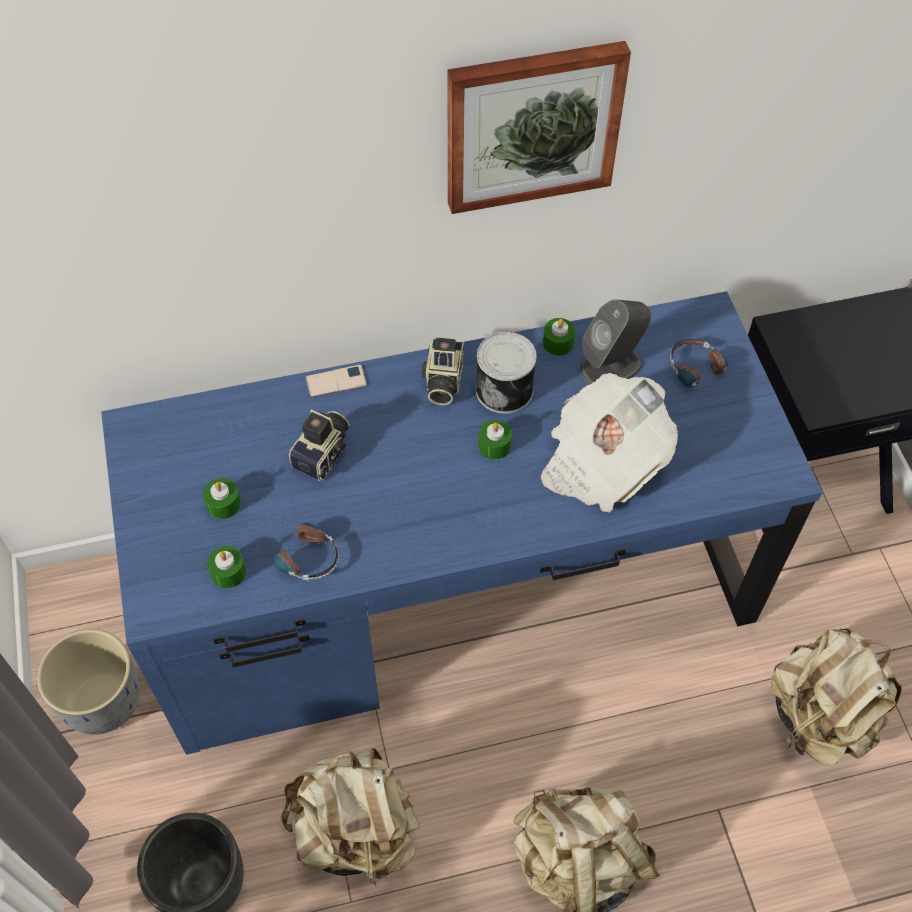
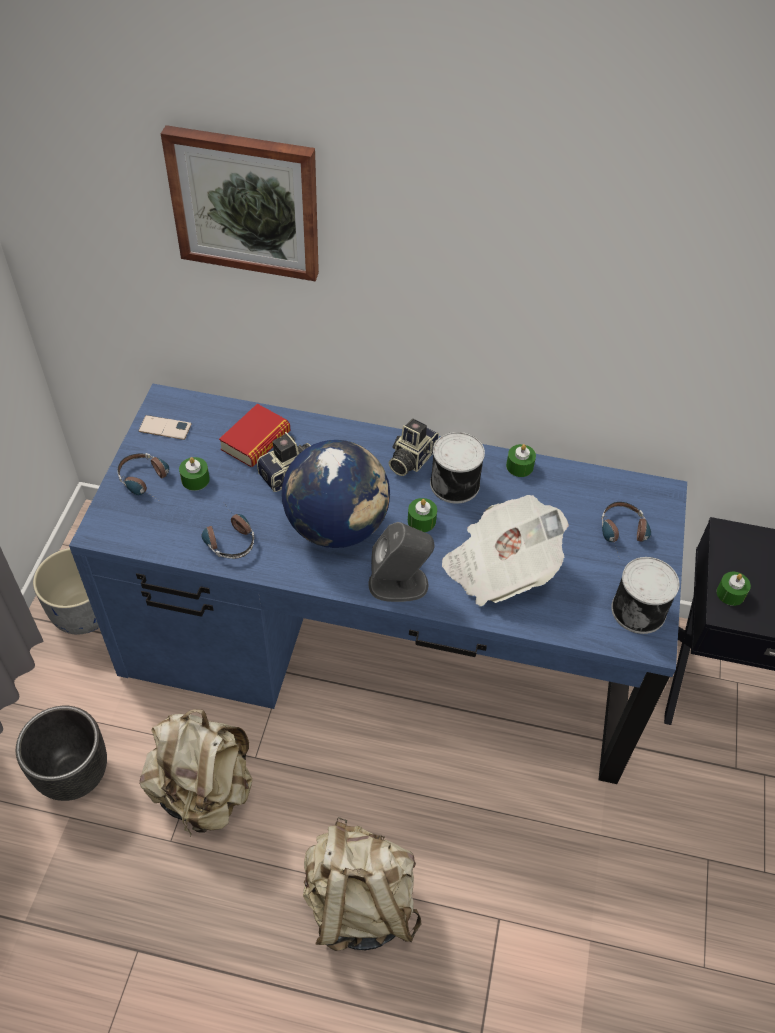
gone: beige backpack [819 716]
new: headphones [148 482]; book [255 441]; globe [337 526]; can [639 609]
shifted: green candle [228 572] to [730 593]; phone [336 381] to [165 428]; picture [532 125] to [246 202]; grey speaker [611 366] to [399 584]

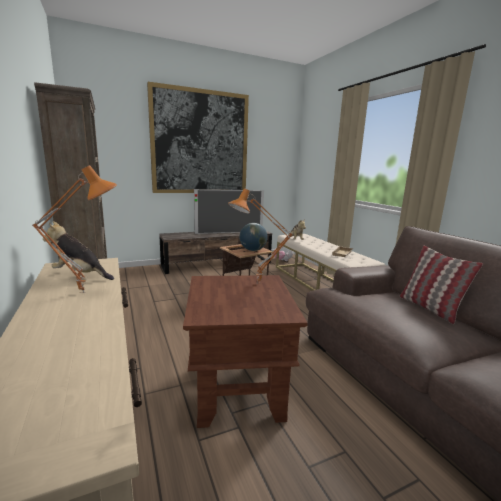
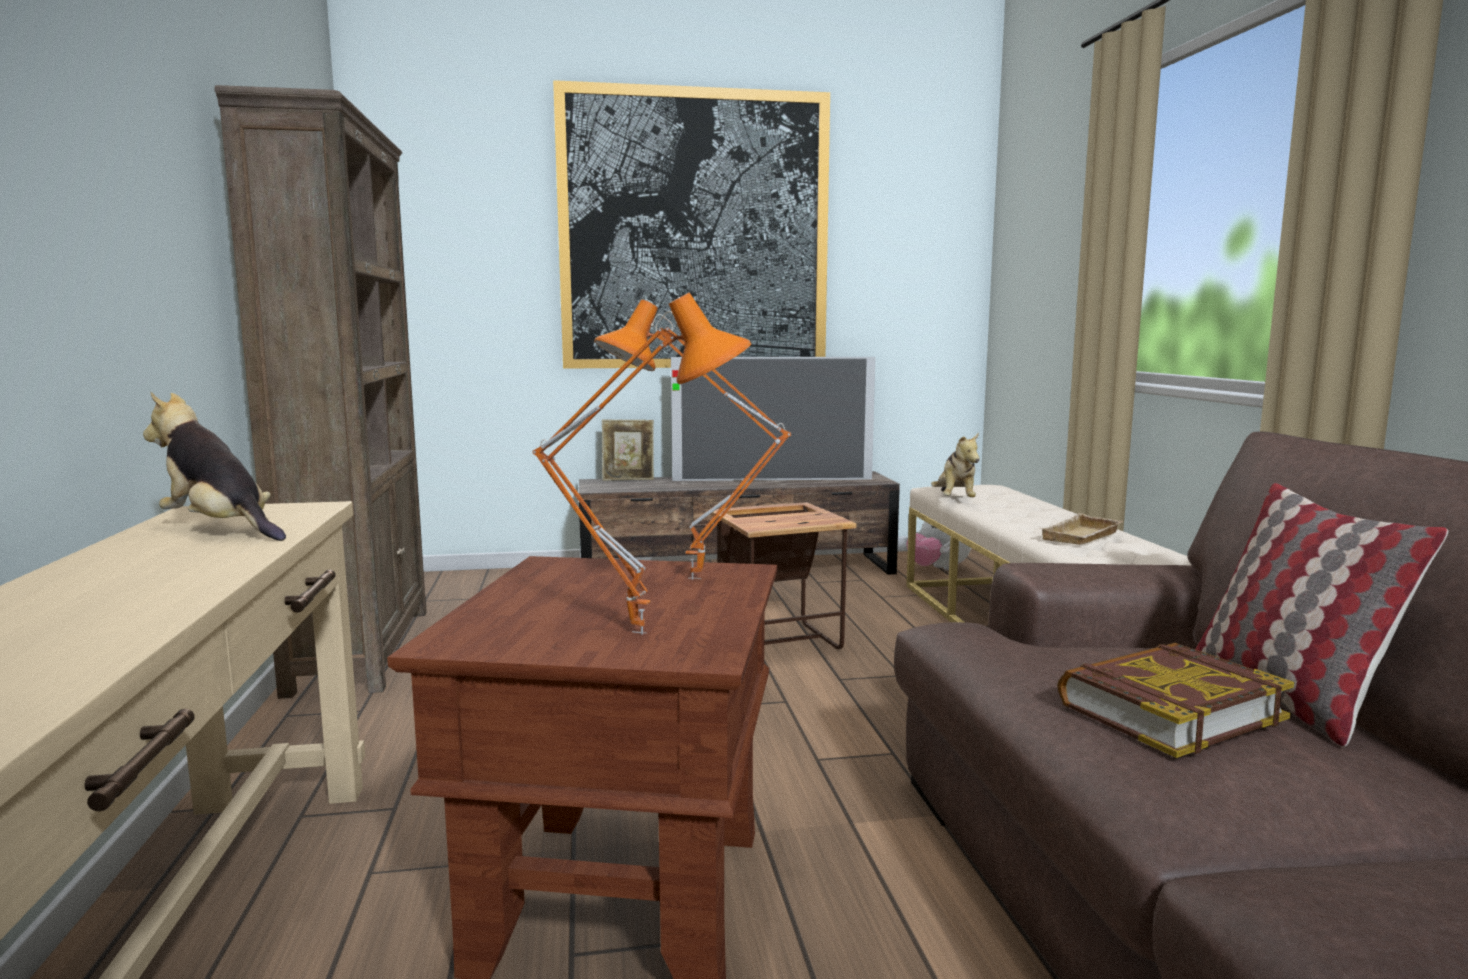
gone: globe [253 250]
new: picture frame [628 480]; book [1169 710]
shifted: orange table lamp [84 291] to [642 631]

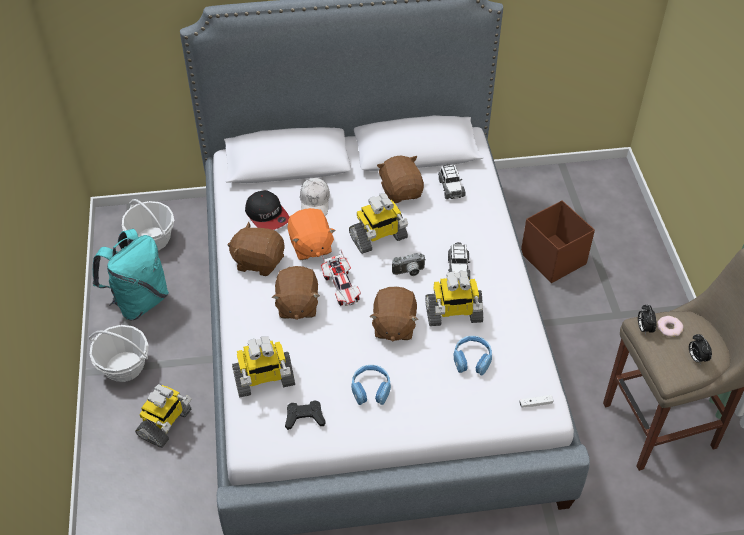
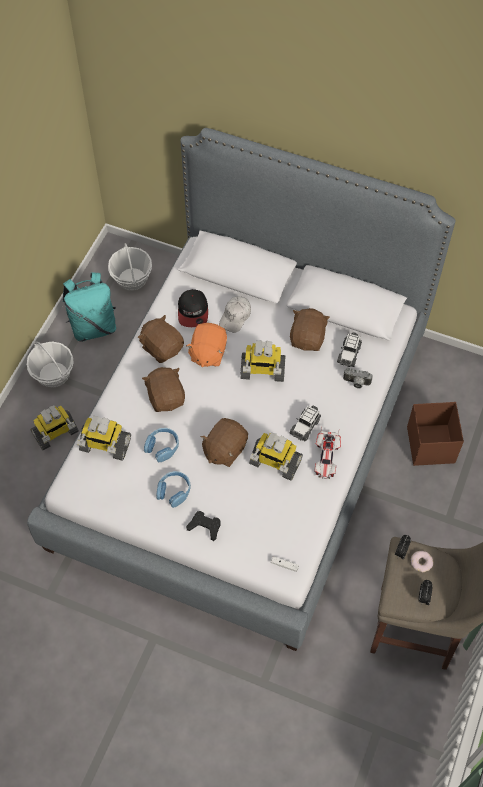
shifted: black game controller [304 417] to [205 526]; toy car [341 287] to [326 458]; photo camera [409 272] to [356 383]; blue headphones [472 359] to [162 447]
rotated: brown plush toy [297 305] = [166 397] 135 degrees clockwise

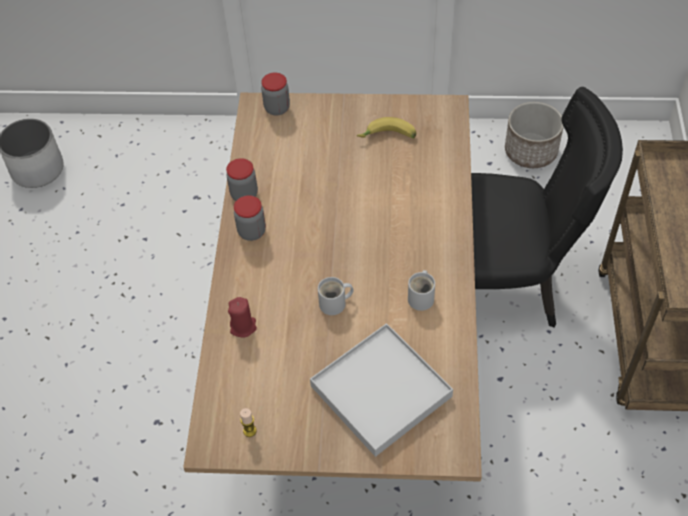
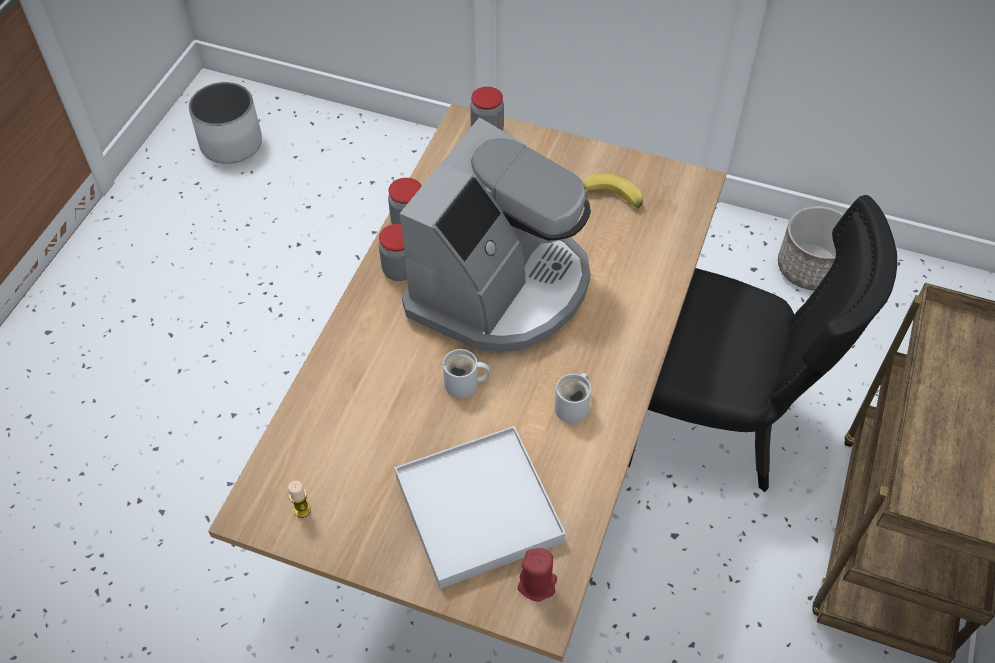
new: coffee machine [500 287]
shifted: red candle [243 327] to [537 584]

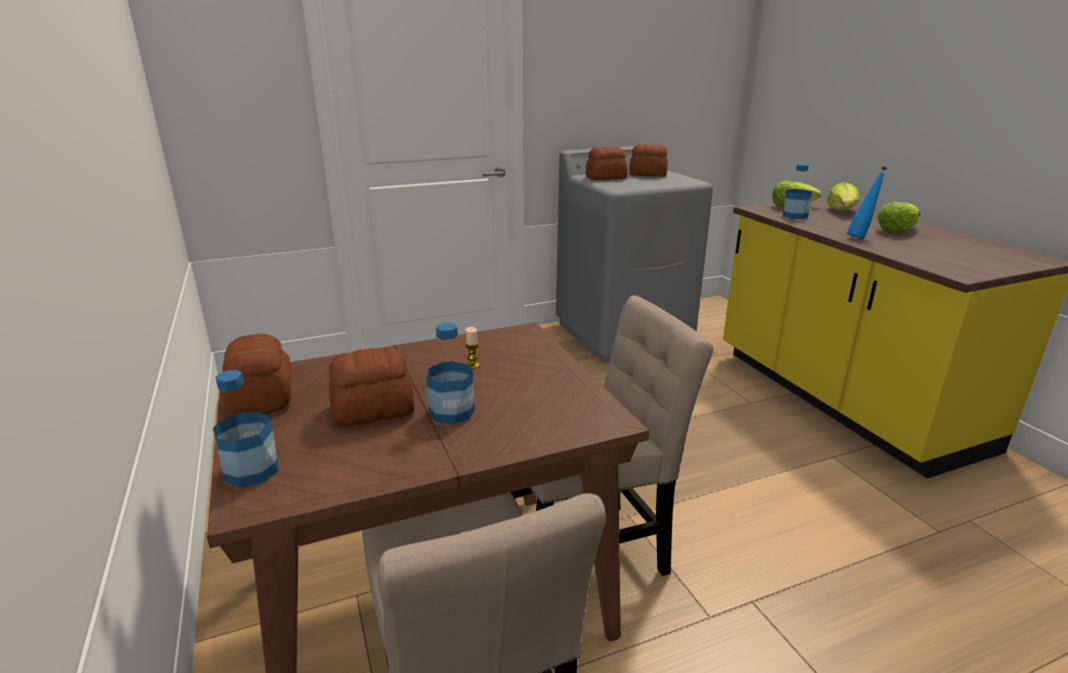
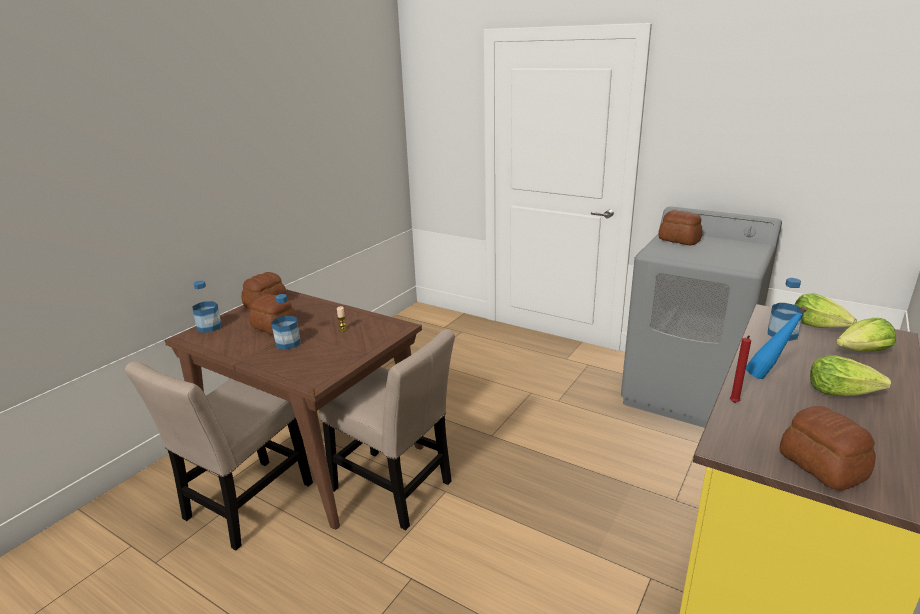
new: red candle [734 403]
shifted: bread [648 174] to [821 466]

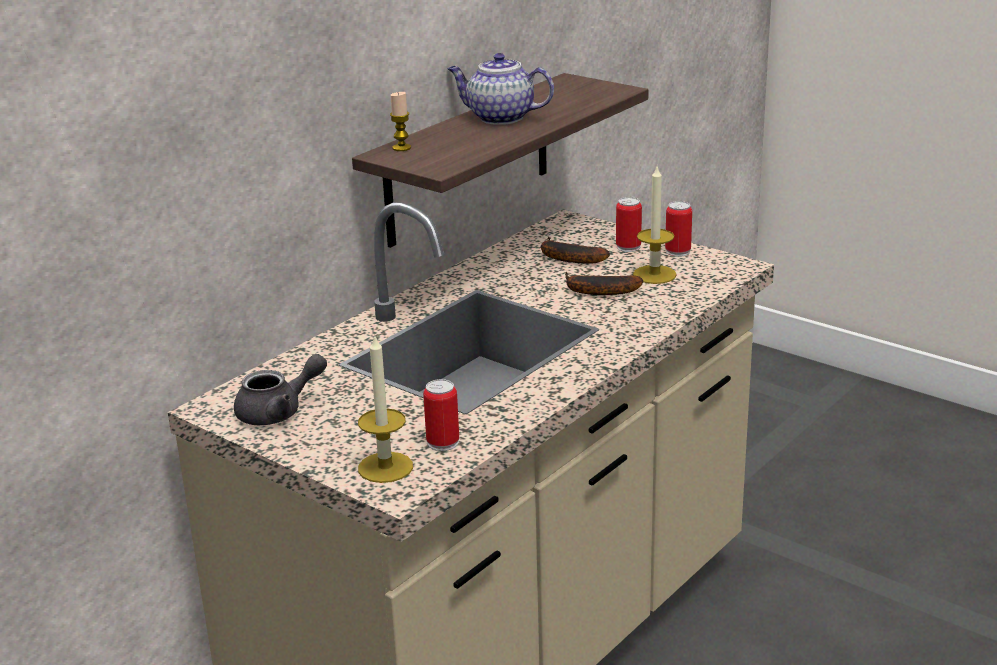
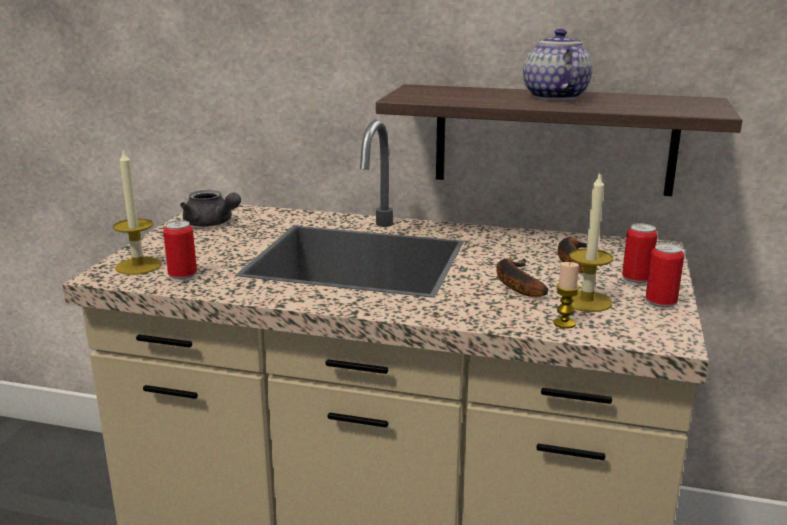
shifted: candle [401 148] to [564 323]

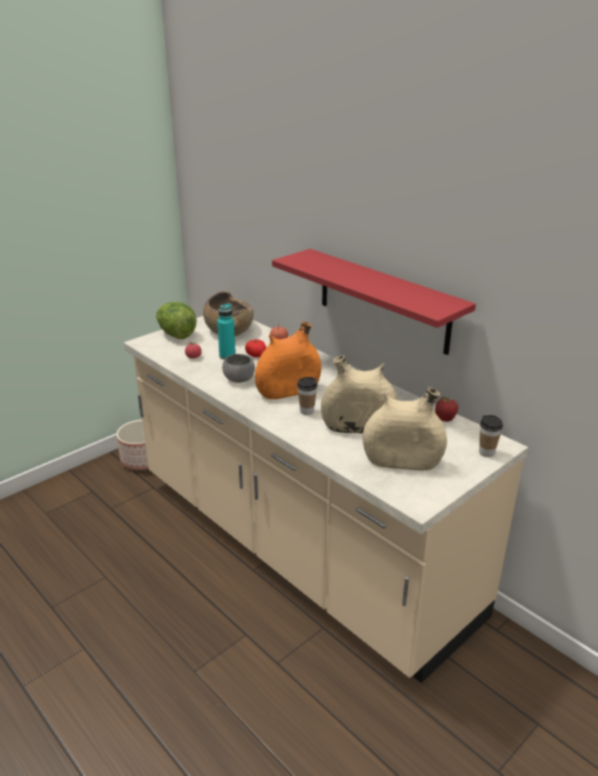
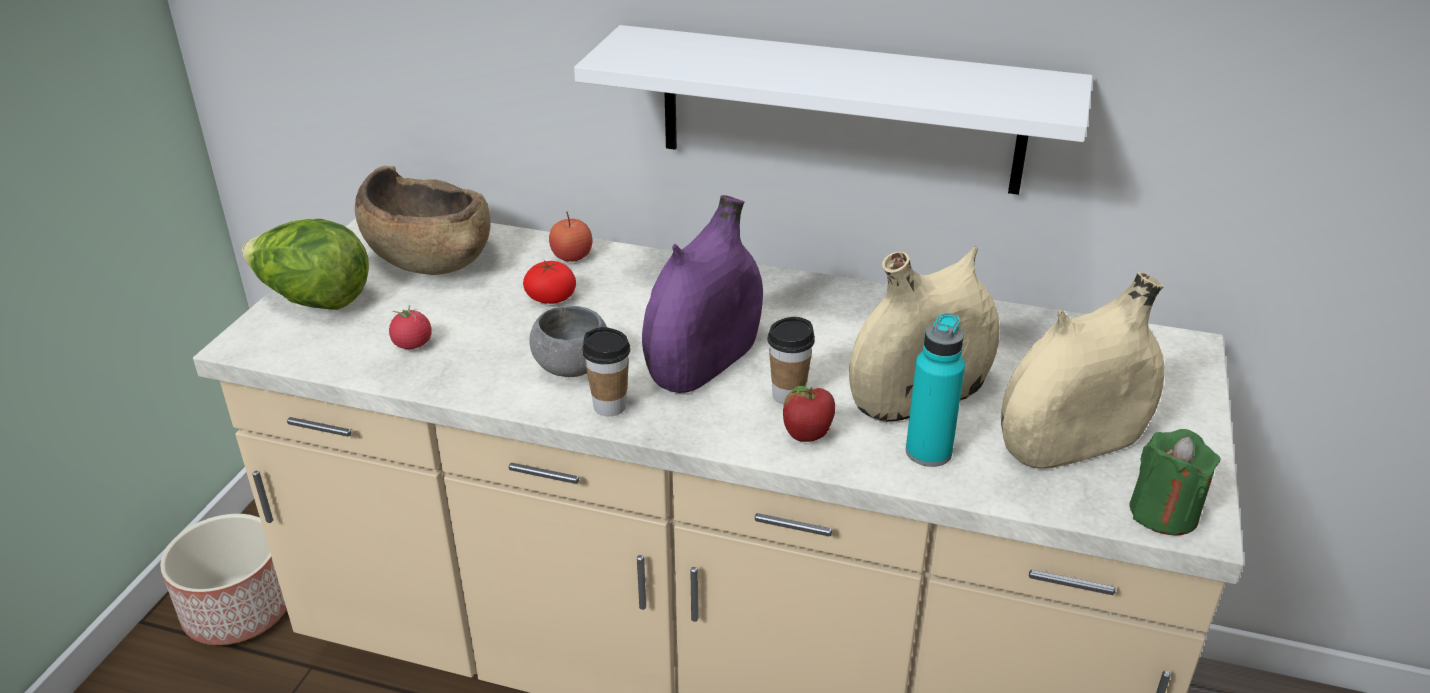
new: green candle [1163 513]
shifted: turquoise bottle [227 356] to [928 452]; apple [444 420] to [807 437]; cup [486 452] to [609 406]
repainted: orange vase [288 391] to purple vase [704 361]; red shelf [383 300] to white shelf [840 110]

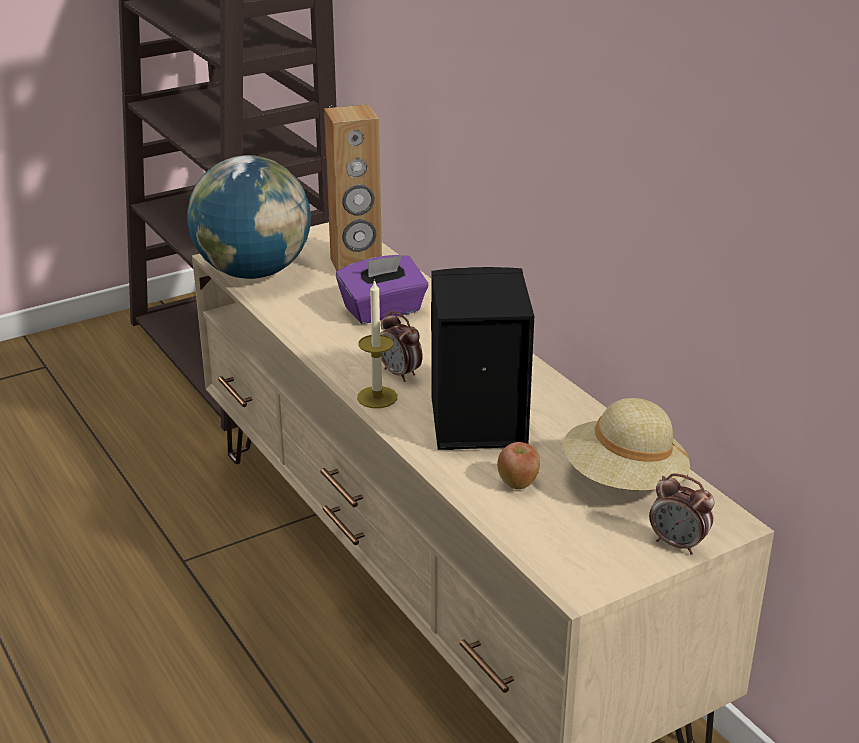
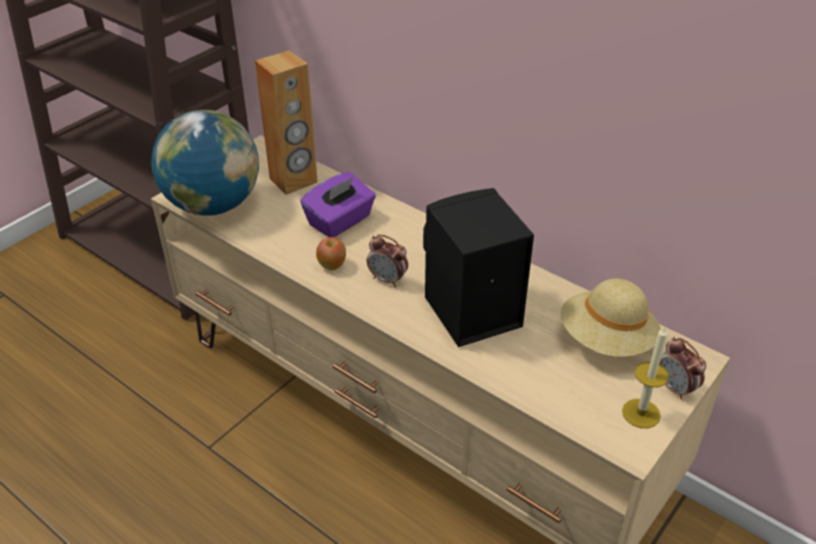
shifted: candle [377 397] to [641 413]; apple [518 483] to [332 265]
rotated: alarm clock [678 544] = [675 388] 45 degrees clockwise

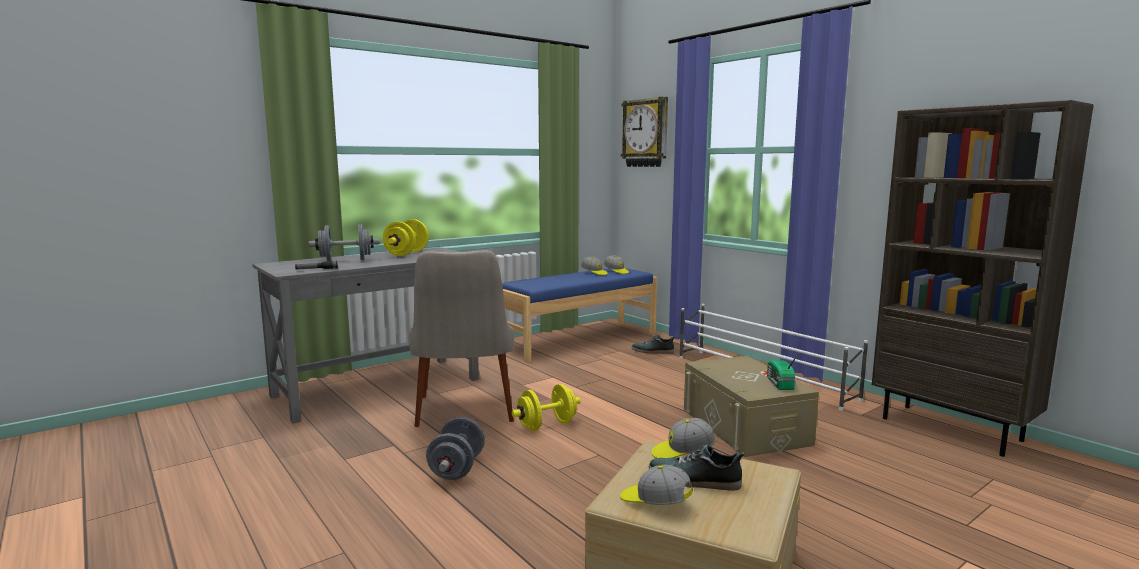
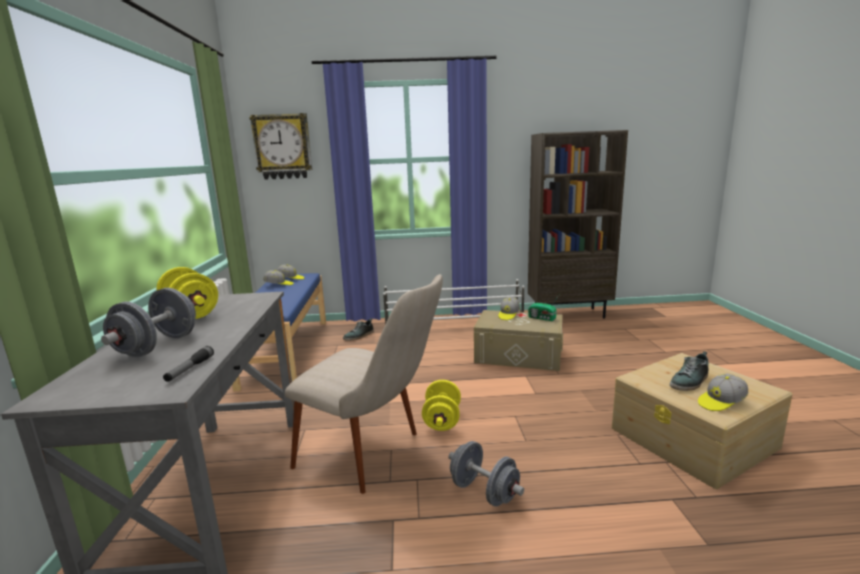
shifted: cap [682 453] to [508 315]

